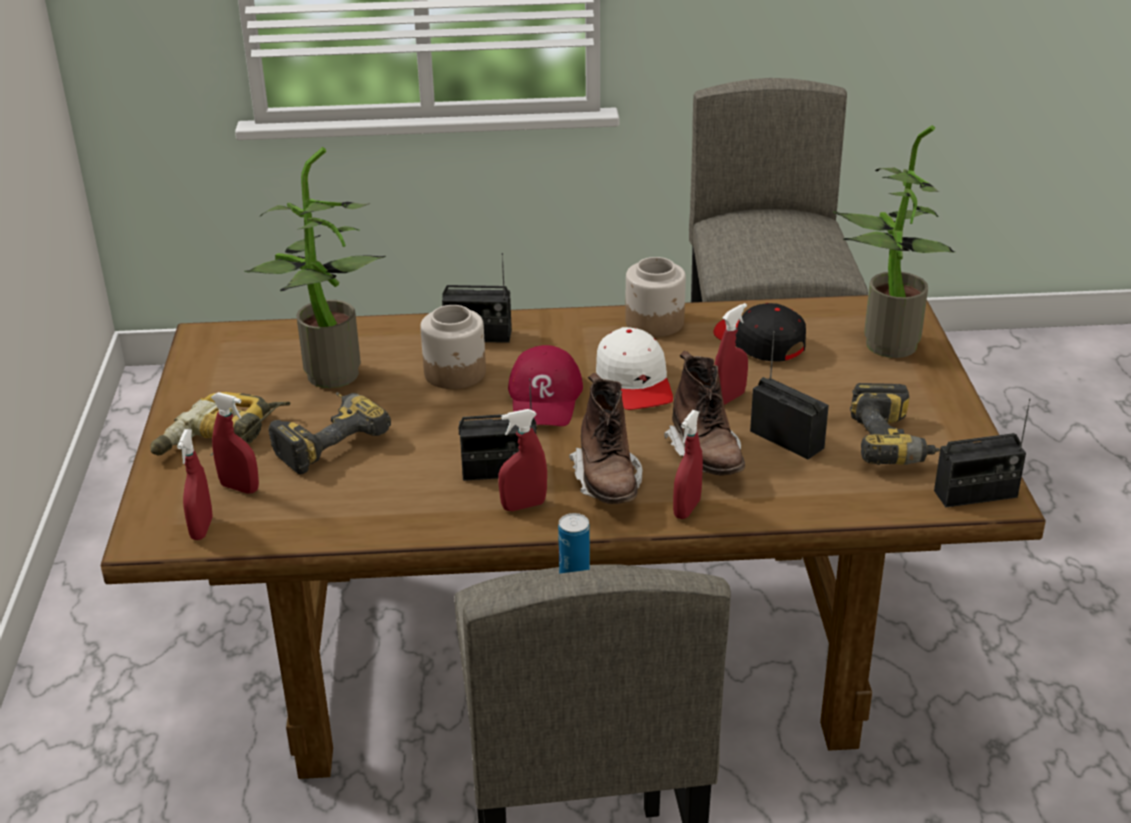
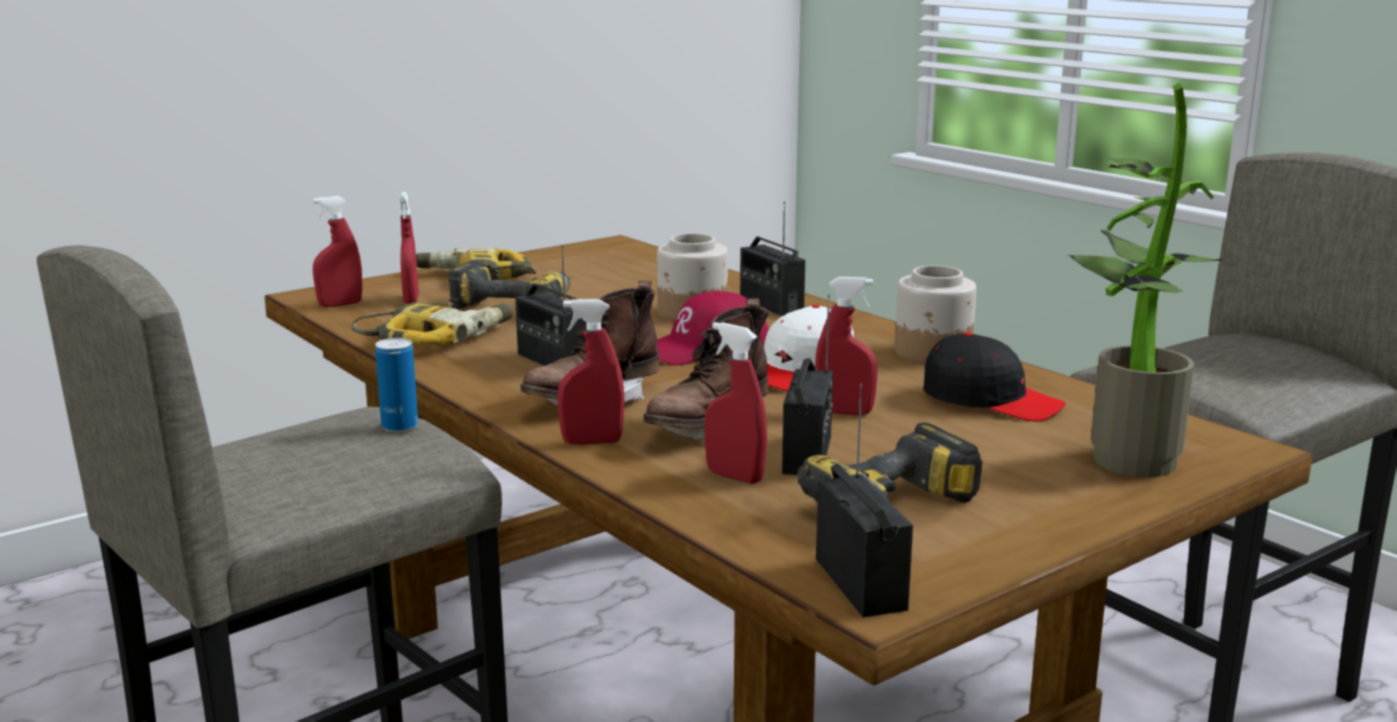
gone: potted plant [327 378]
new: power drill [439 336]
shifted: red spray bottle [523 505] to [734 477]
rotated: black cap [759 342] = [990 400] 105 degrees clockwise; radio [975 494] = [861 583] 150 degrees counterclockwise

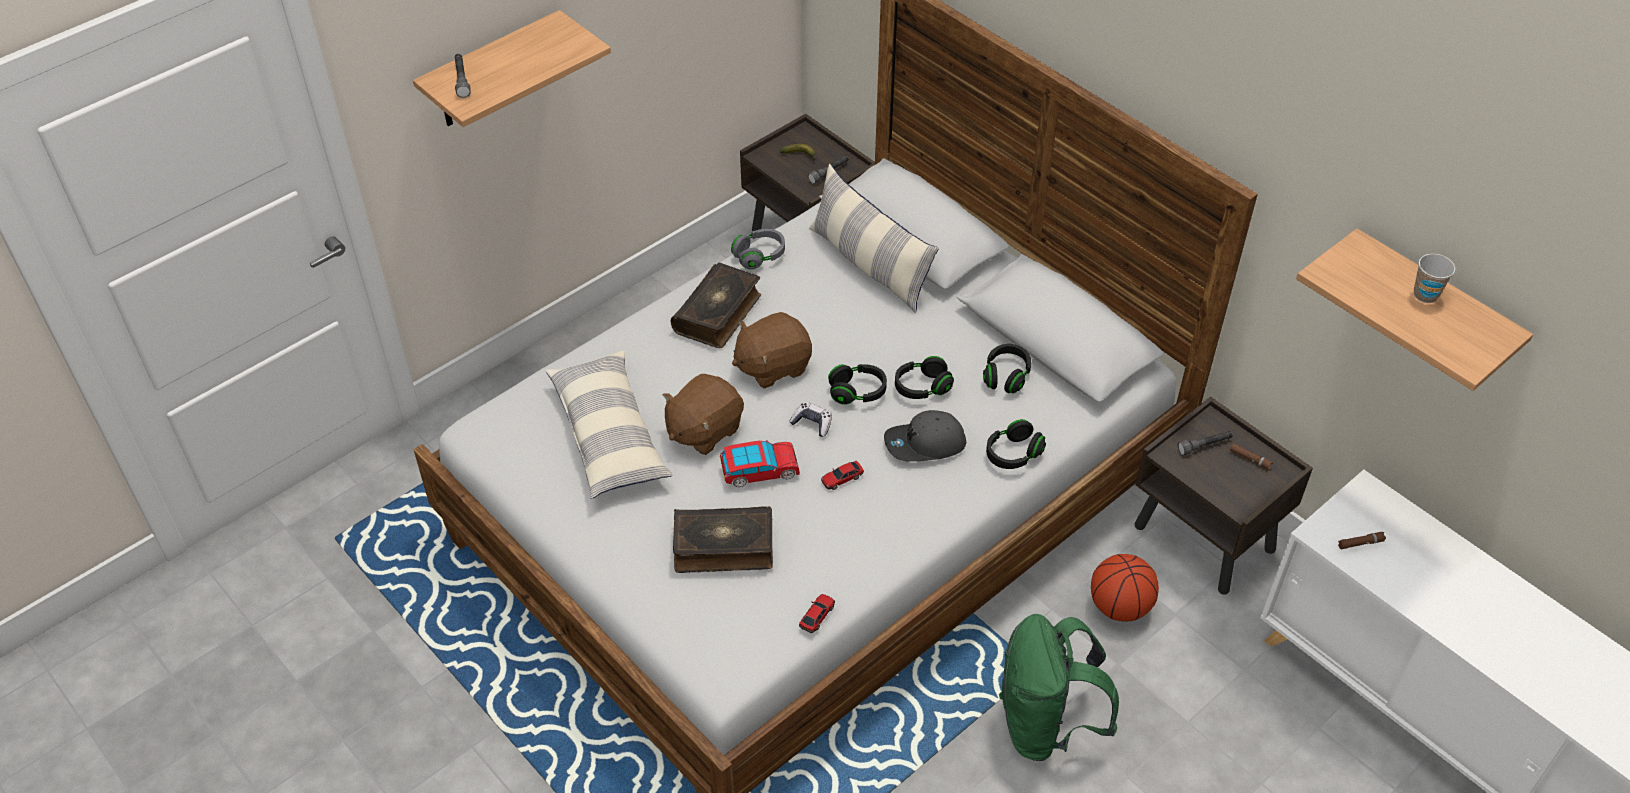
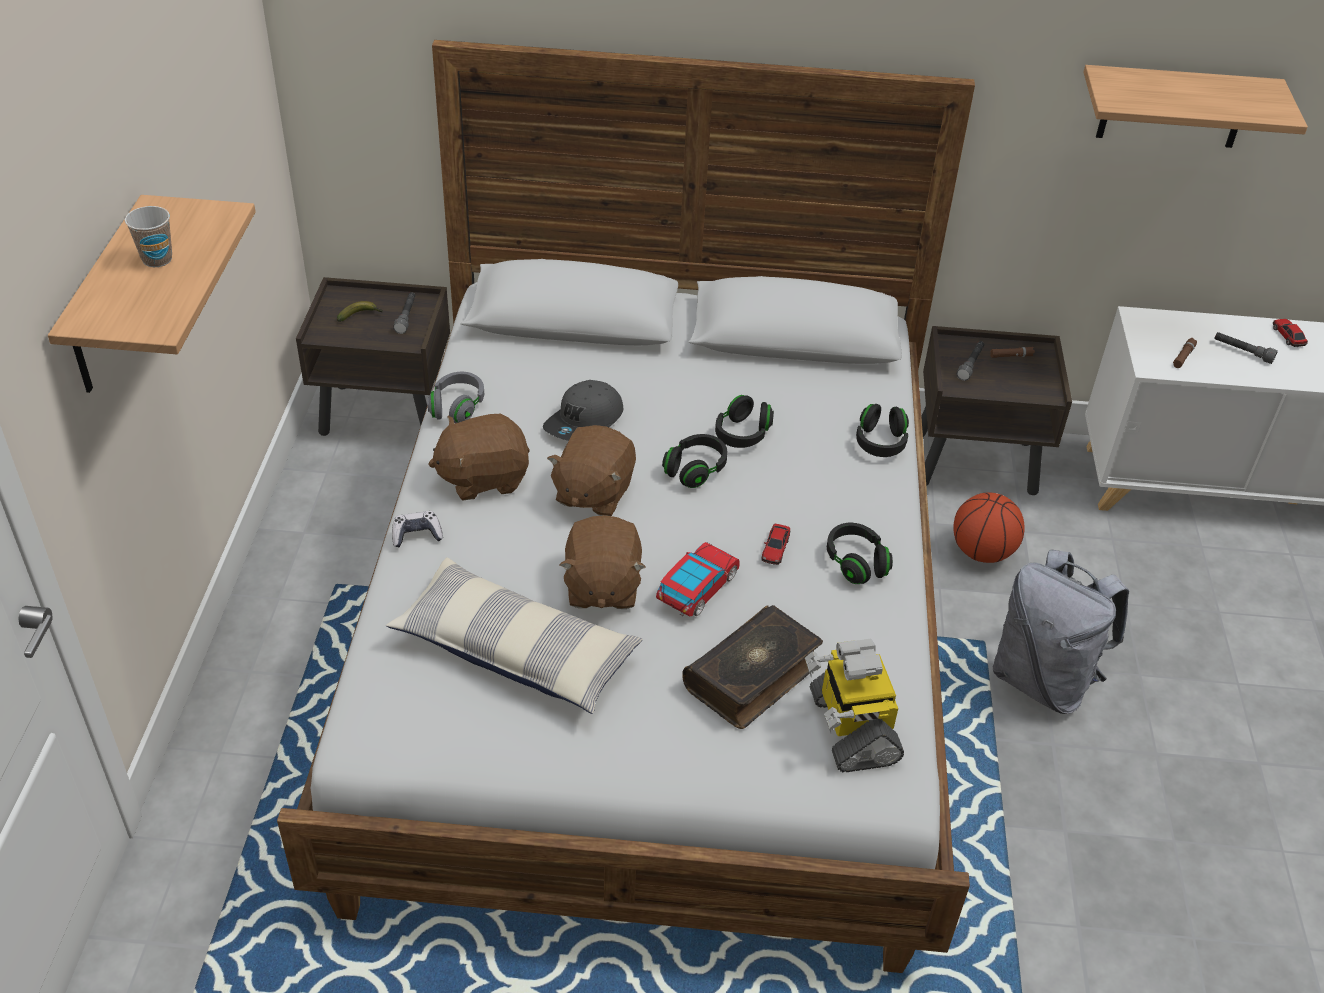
gone: pillow [869 264]
new: toy robot [851 727]
shifted: grey flashlight [462 80] to [1242 352]; game controller [812 423] to [417 535]; toy car [817 616] to [1288 336]; grey cap [924 444] to [585 422]; black headphones [1006 376] to [856 563]; cup [1425 295] to [157 259]
swapped: book [718 314] to brown plush toy [483 477]
repainted: green backpack [1045 725] to grey backpack [1043 680]

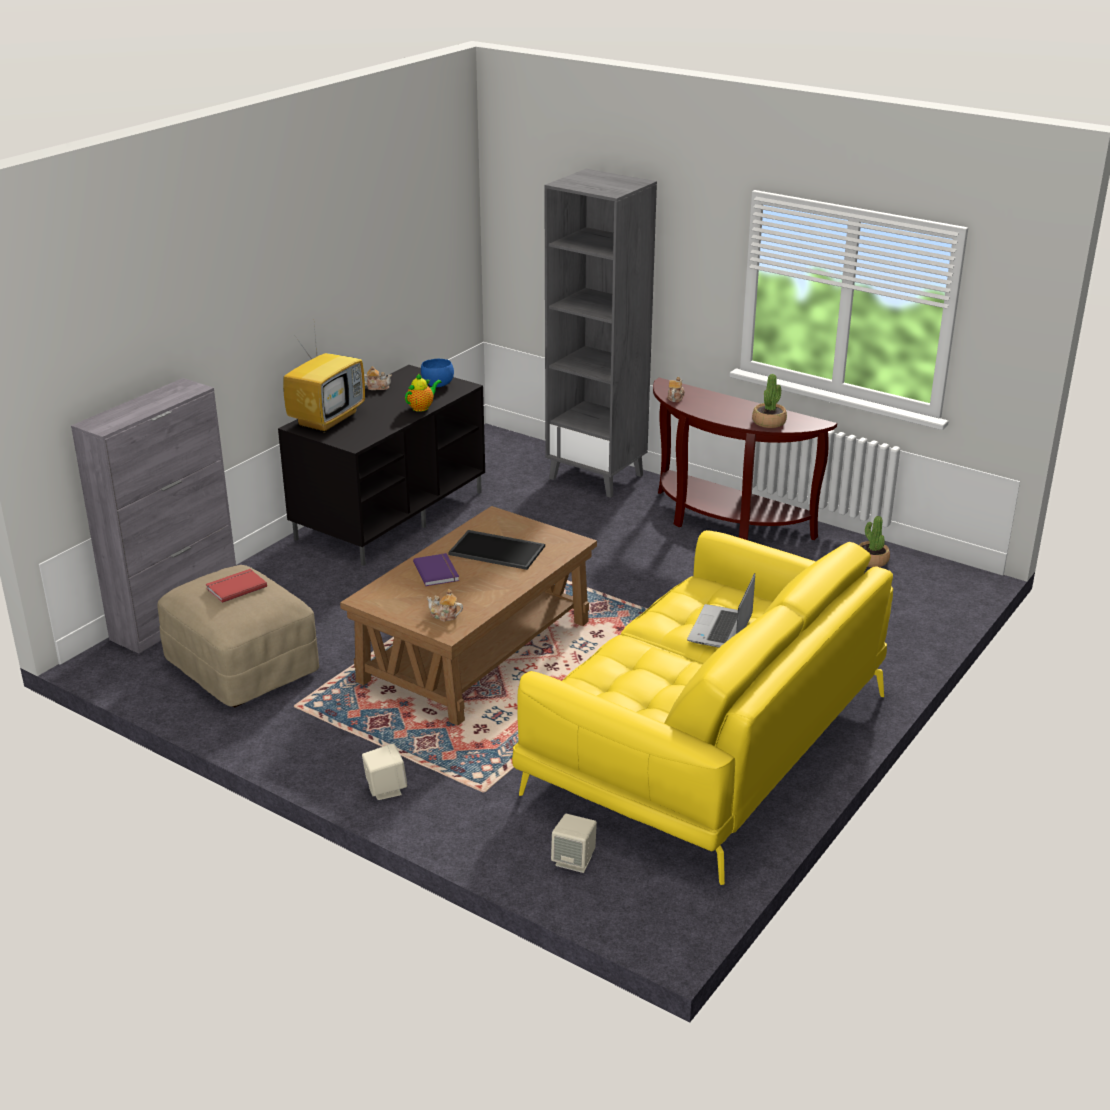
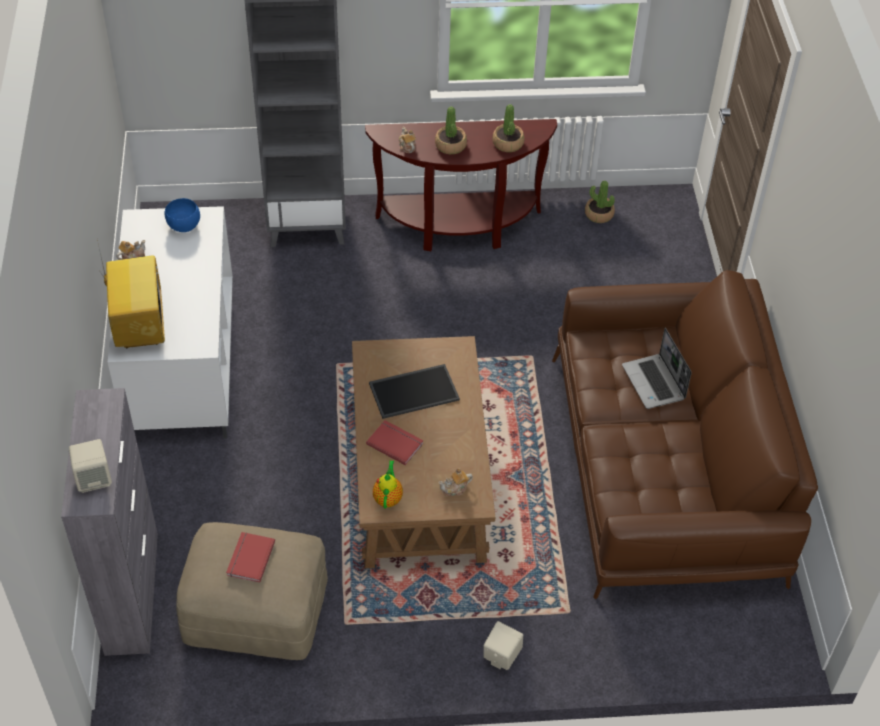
new: potted plant [450 145]
shifted: teapot [422 407] to [388 497]; beige speaker [574 860] to [94 479]
repainted: black tv stand [390 514] to white tv stand [181 364]; purple book [437 571] to red book [395 442]; yellow sofa [706 745] to brown sofa [665 470]

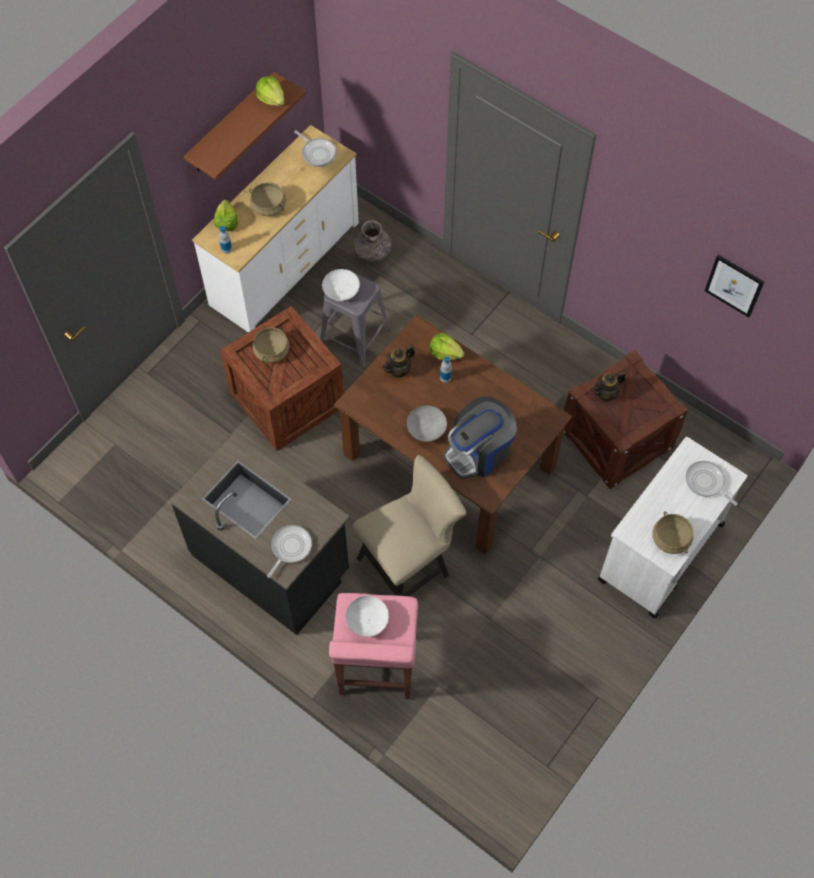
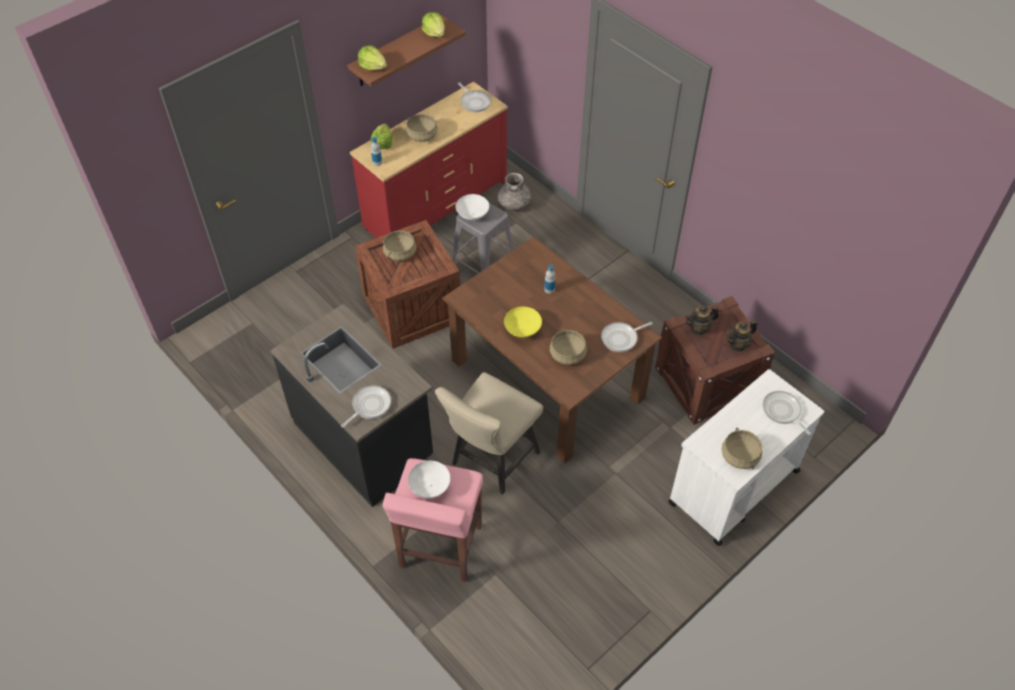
gone: picture [734 285]
new: frying pan [621 338]
shifted: teapot [399 370] to [738 344]; lettuce [445 352] to [373 66]
swapped: coffee machine [479 451] to beige cooking pot [568 354]
repainted: white dresser [284 263] to red dresser [435 203]; grey bowl [427 430] to yellow bowl [523 330]
rotated: beige chair [409 565] = [491 462] 150 degrees clockwise

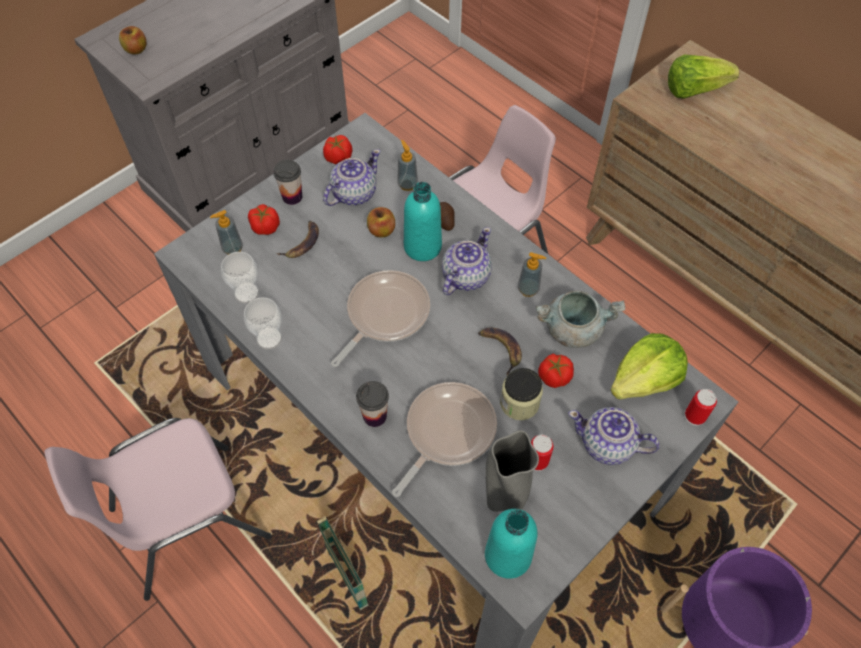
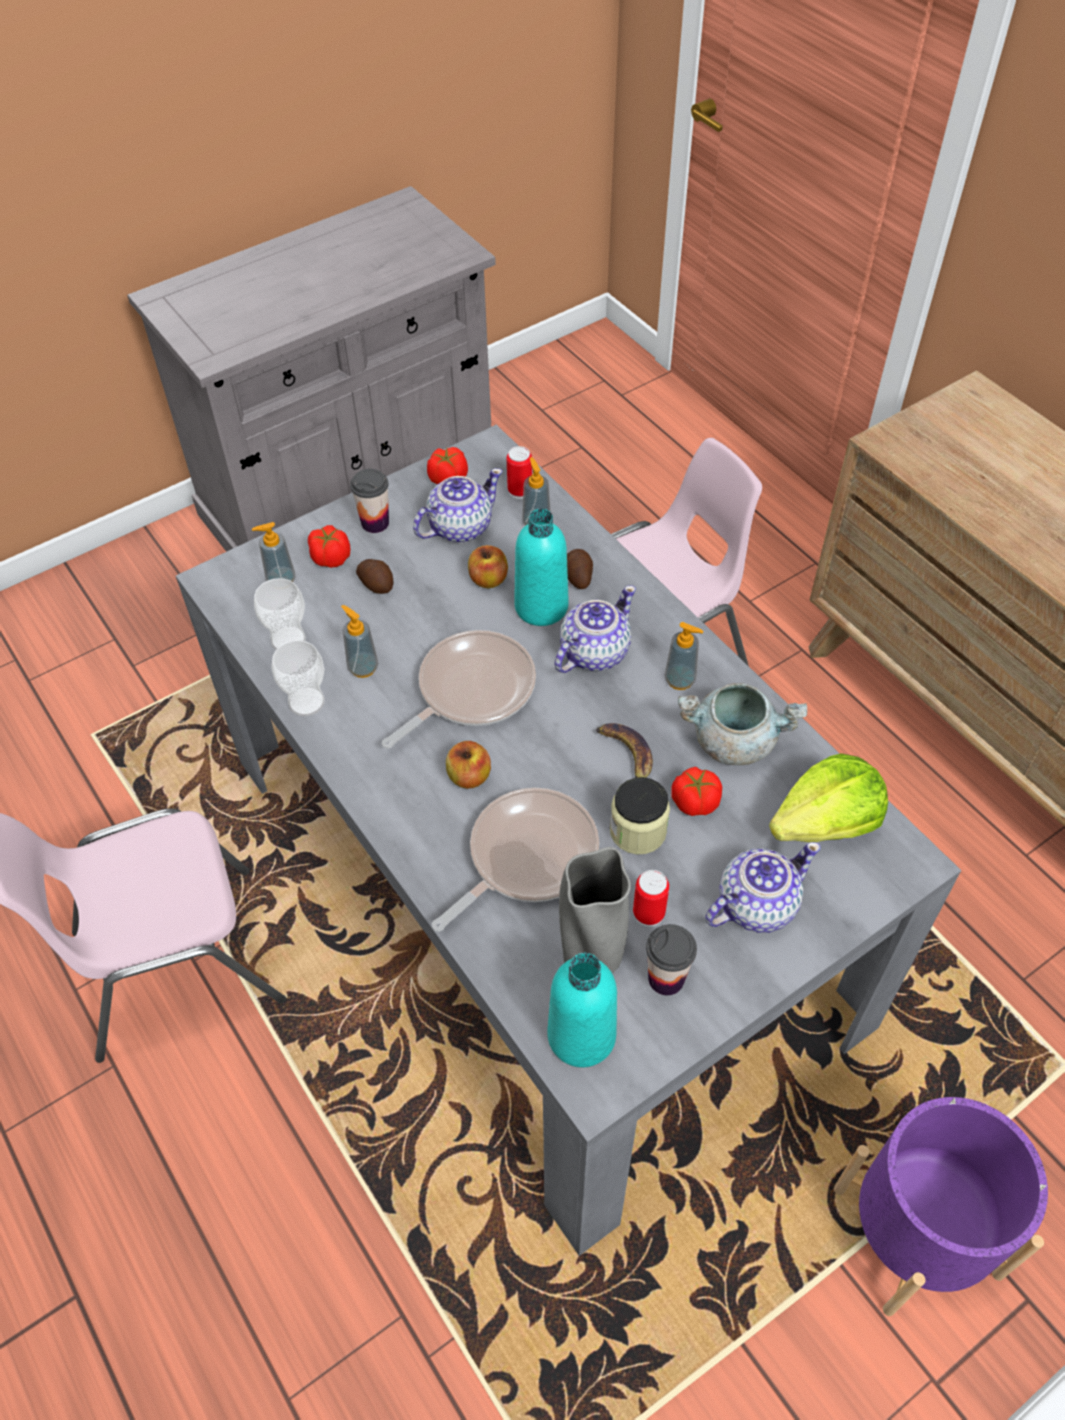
gone: basket [346 576]; lettuce [694 89]
new: soap dispenser [363 667]
shifted: apple [136 49] to [469 776]; cup [375 416] to [666 978]; can [695 416] to [520 490]
swapped: banana [302 243] to potato [376 584]
rotated: teapot [607 445] = [755 904] 120 degrees clockwise

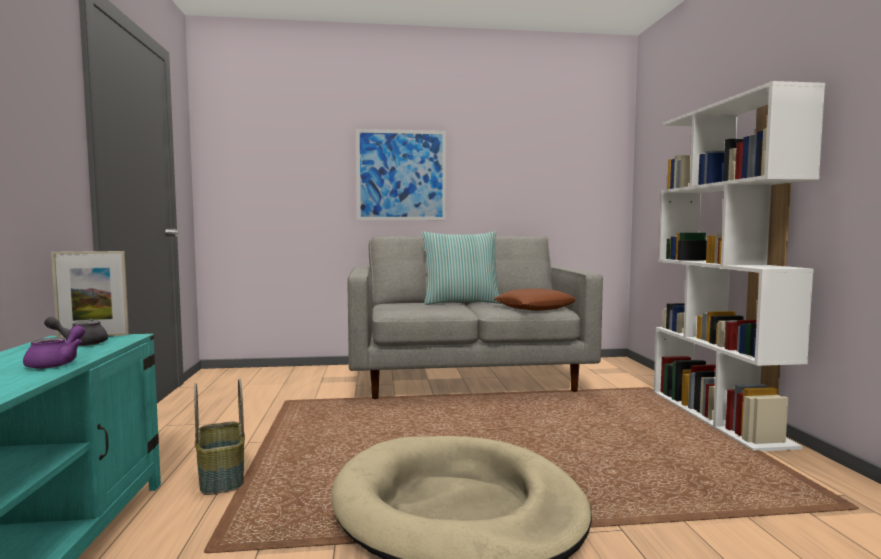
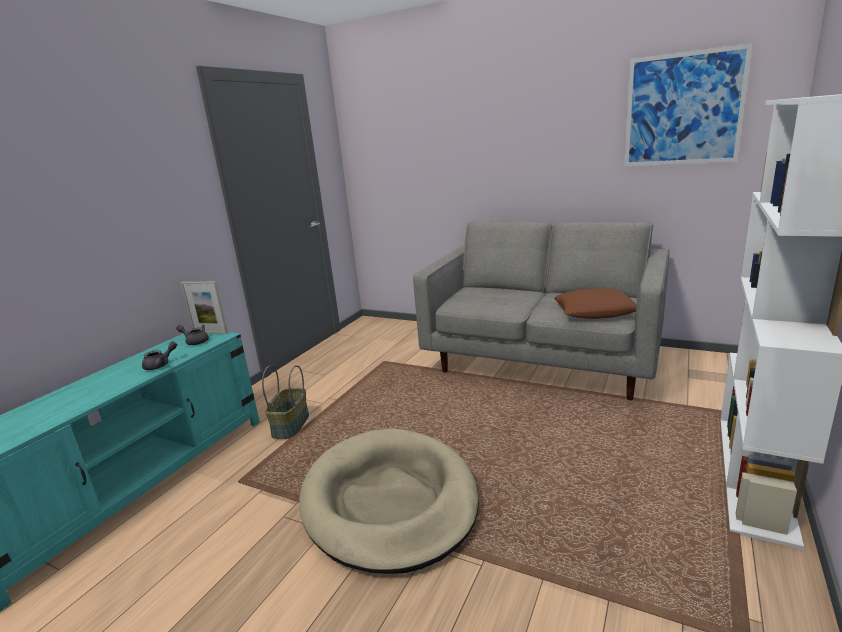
gone: pillow [461 303]
shifted: picture [401 175] to [683 109]
repainted: purple teapot [57 363] to grey teapot [161 365]

